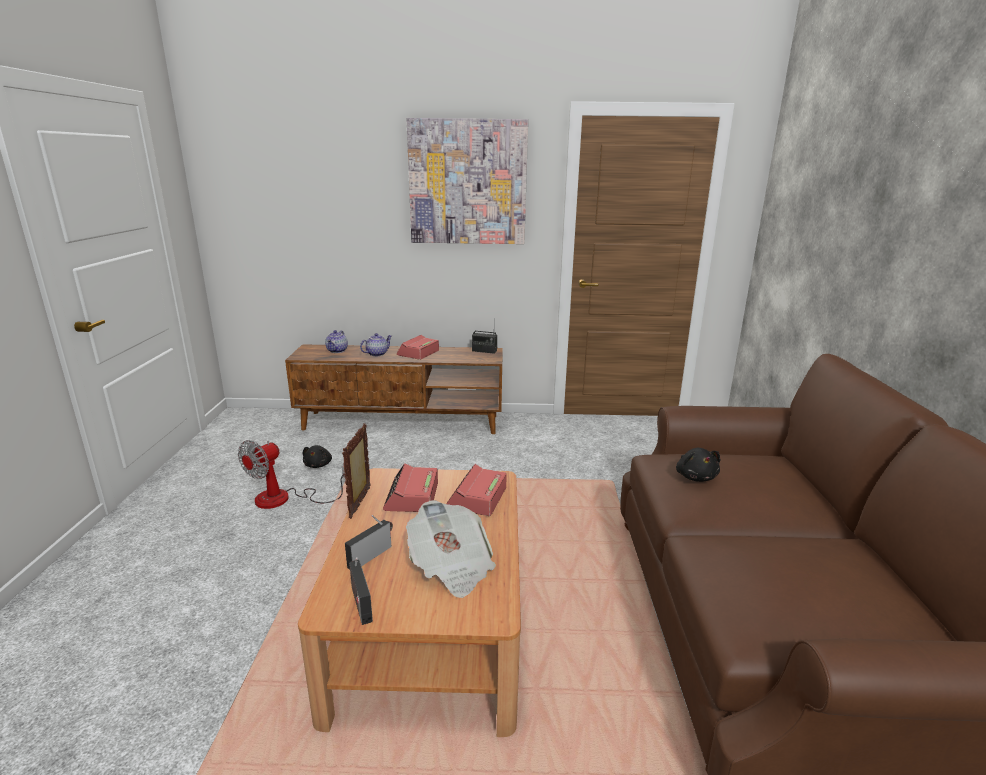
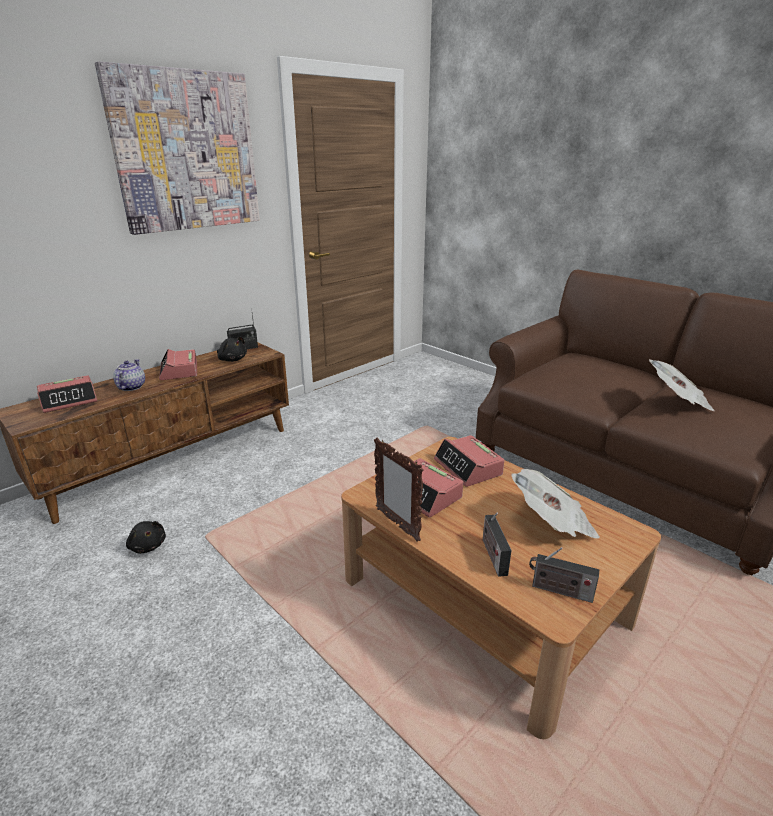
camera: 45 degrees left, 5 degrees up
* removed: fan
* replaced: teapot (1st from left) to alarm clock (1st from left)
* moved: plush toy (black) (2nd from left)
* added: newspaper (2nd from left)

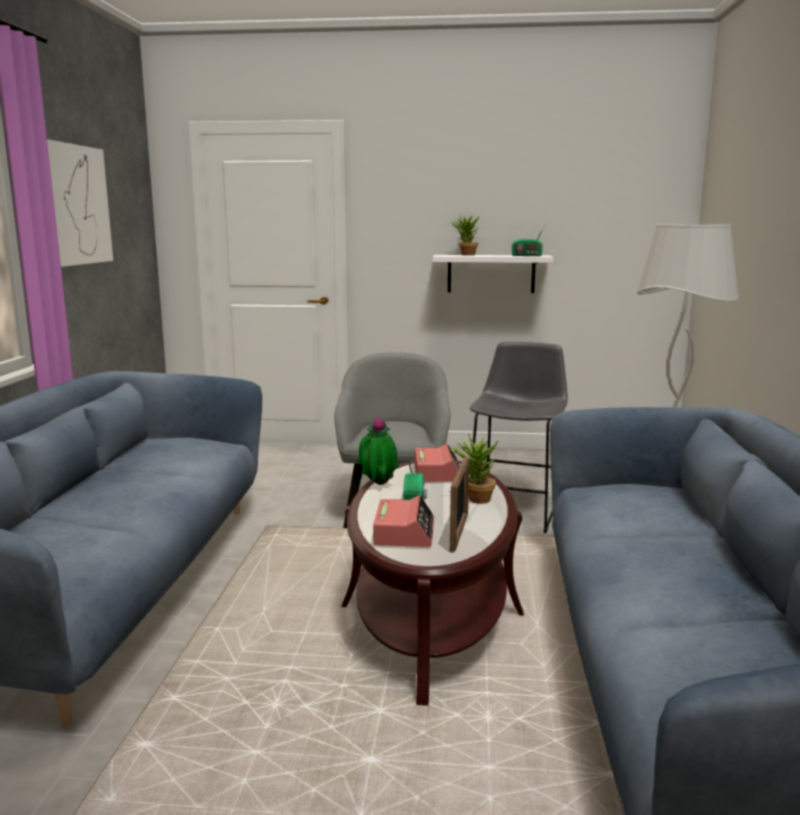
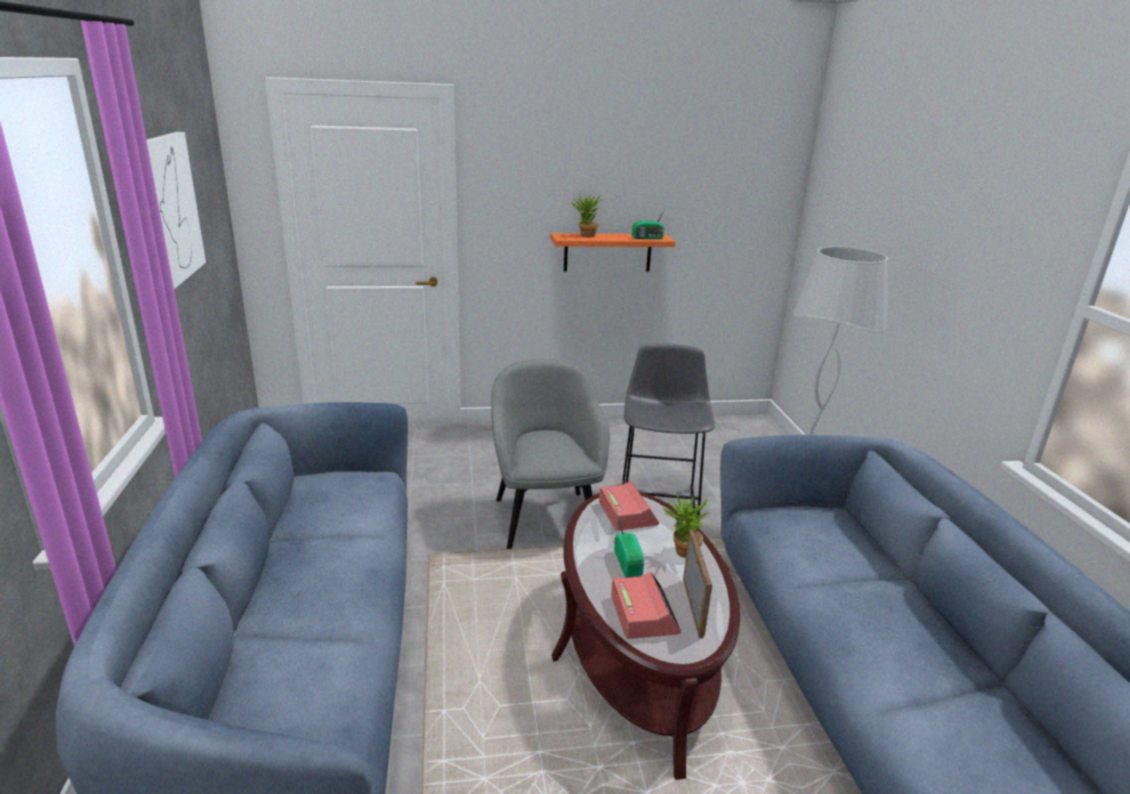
camera: 15 degrees left, 10 degrees up
* removed: potted plant (1st from left)
* recoloured: shelf (white) to shelf (orange)

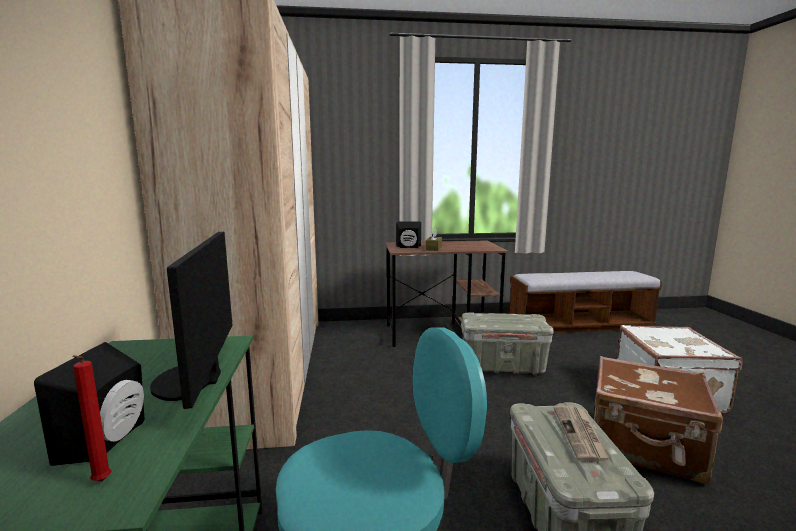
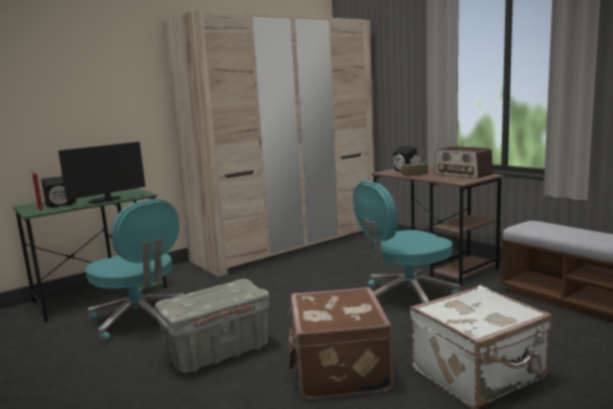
camera: 60 degrees right, 0 degrees up
* replaced: storage box (grey) (1st from left) to office chair (turquoise) (2nd from left)
* removed: newspaper
* added: radio

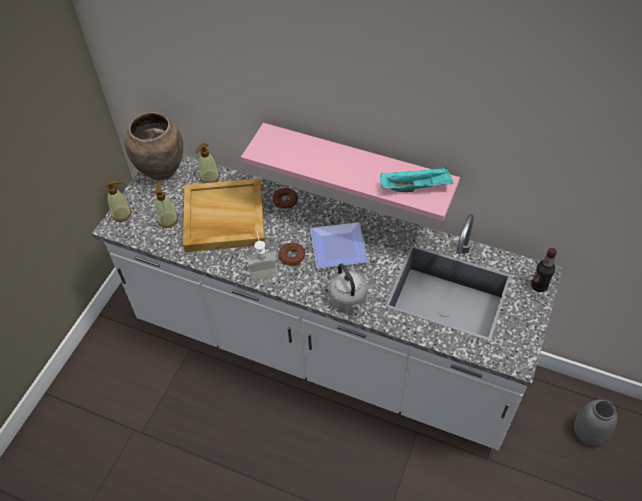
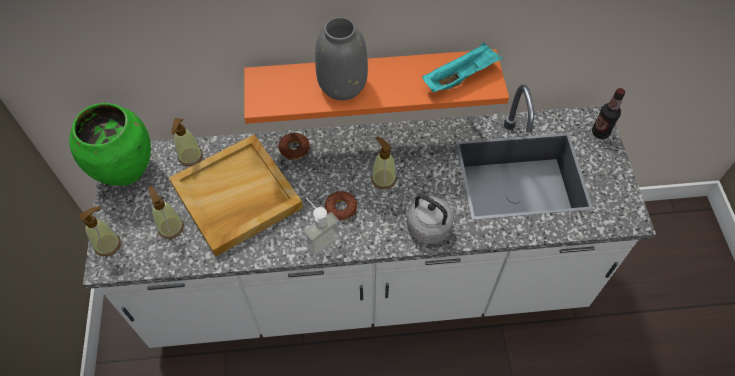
camera: 30 degrees left, 5 degrees up
* recoloured: vase (brown) to vase (green)
* recoloured: shelf (pink) to shelf (orange)
* replaced: plate to soap dispenser (5th from left)
* moved: vase (grey)

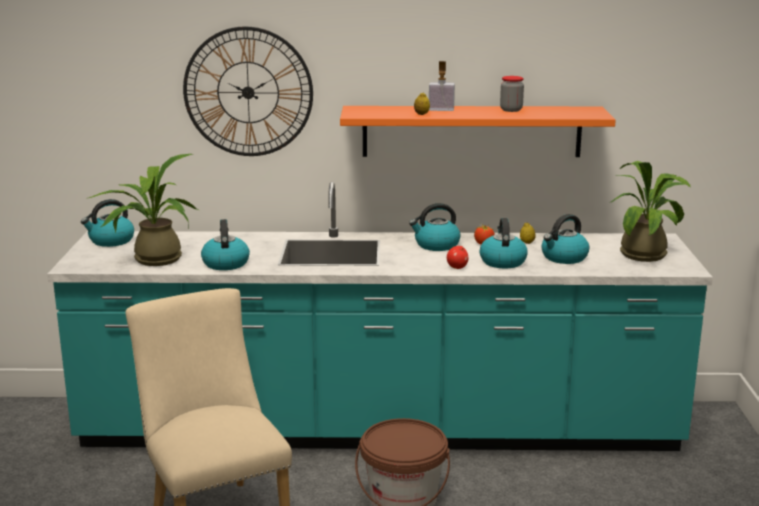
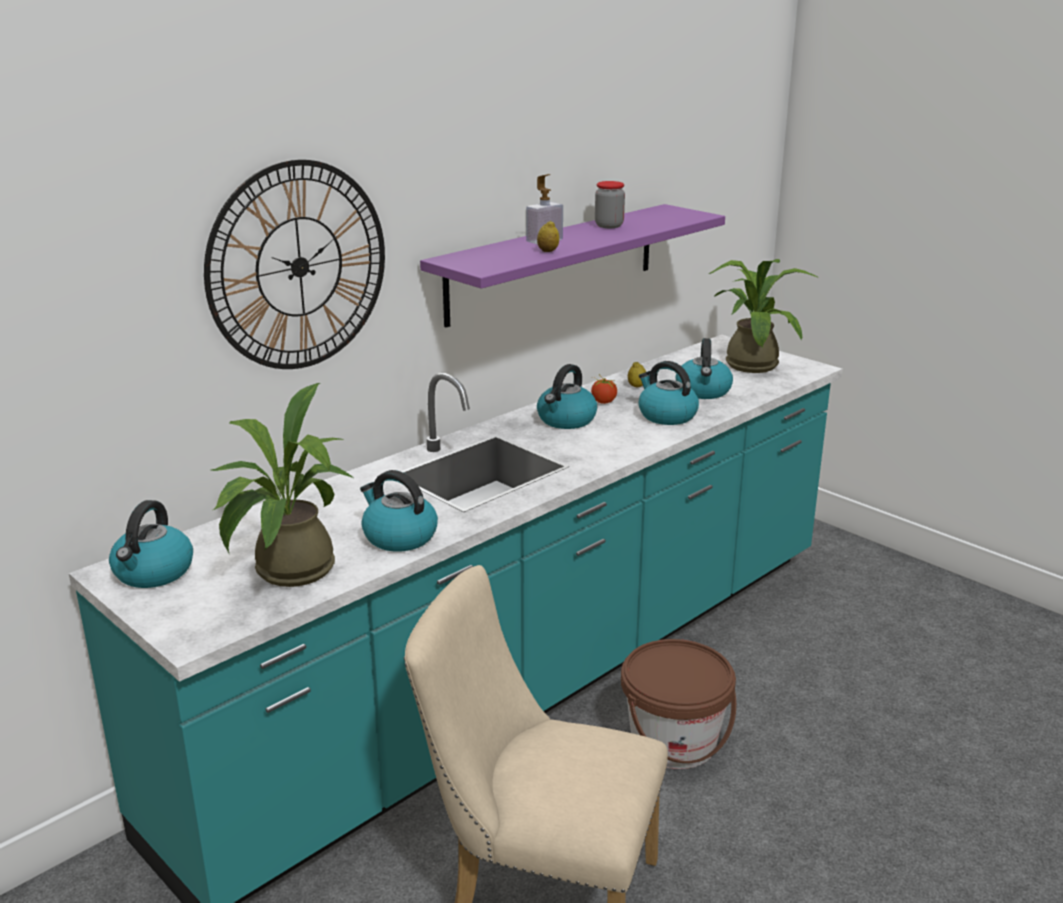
camera: 45 degrees left, 5 degrees up
* recoloured: shelf (orange) to shelf (purple)
* removed: apple

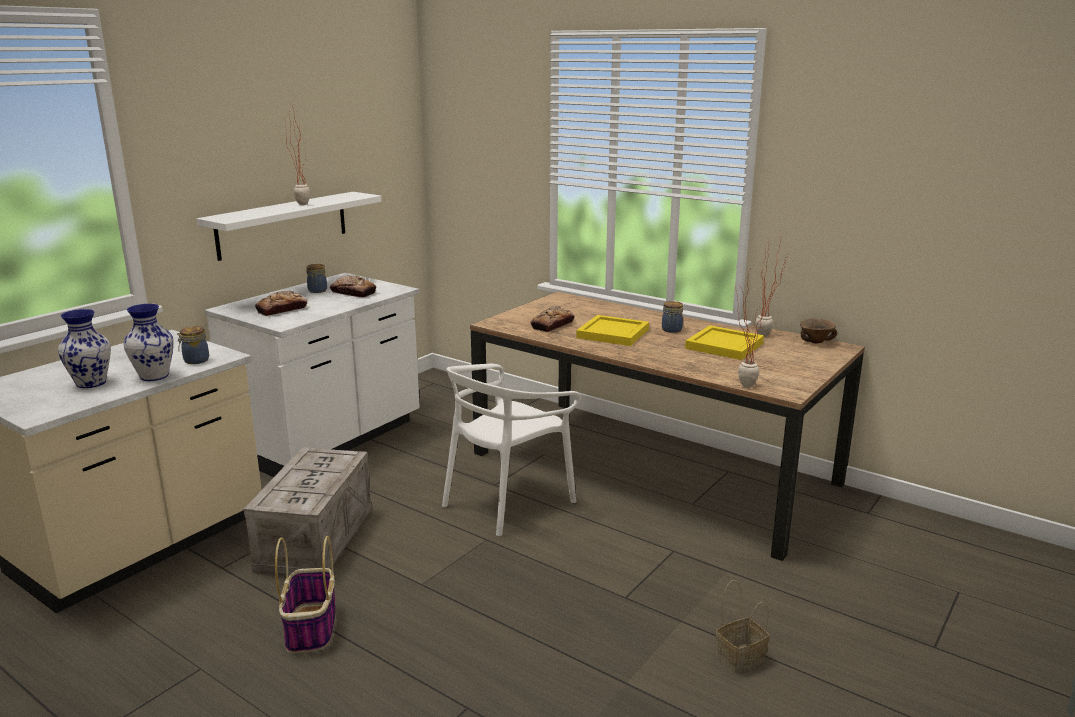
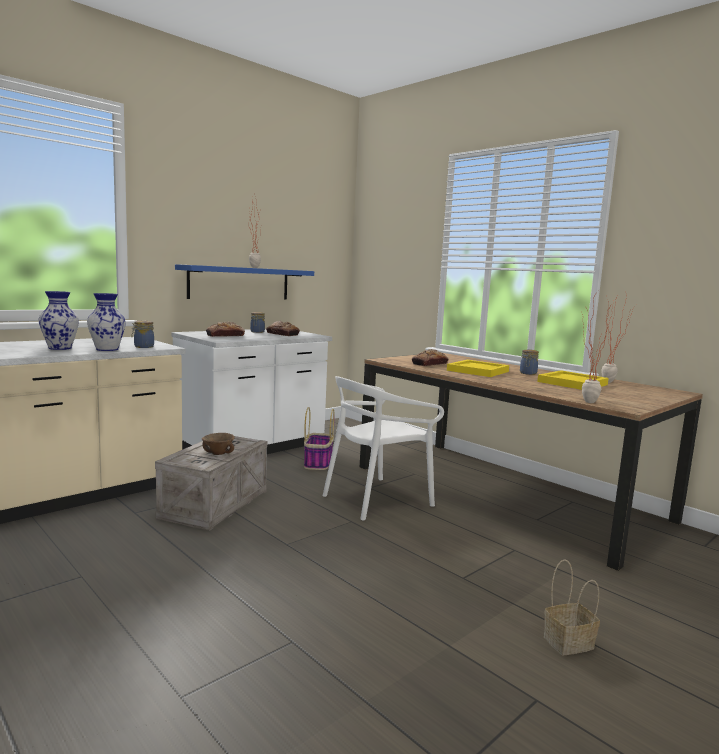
camera: 10 degrees right, 10 degrees down
* recoloured: shelf (white) to shelf (blue)
* moved: basket (1st from left)
* moved: bowl (brown)

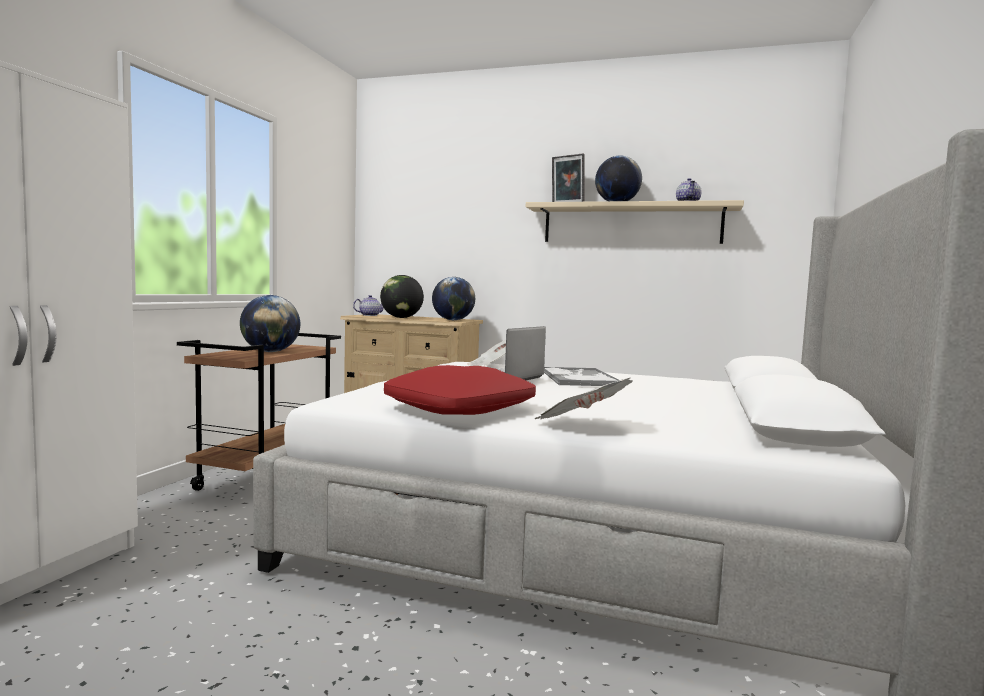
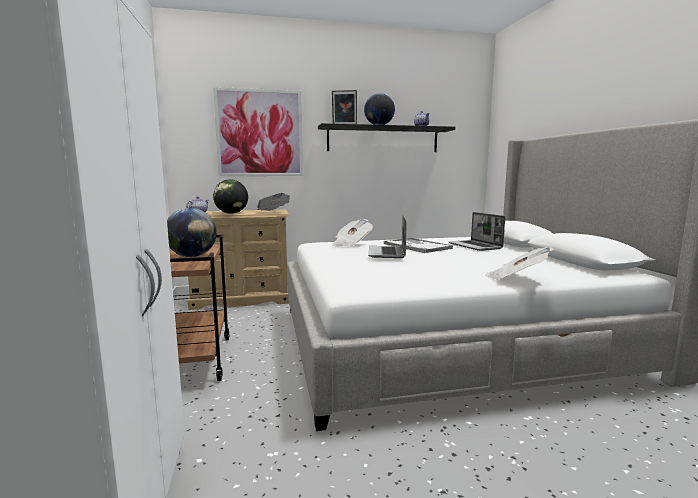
camera: 30 degrees left, 5 degrees up
* removed: pillow (red)
* replaced: globe (3rd from left) to newspaper (1st from left)
* recoloured: shelf (beige) to shelf (black)
* added: picture
* added: laptop (2nd from left)

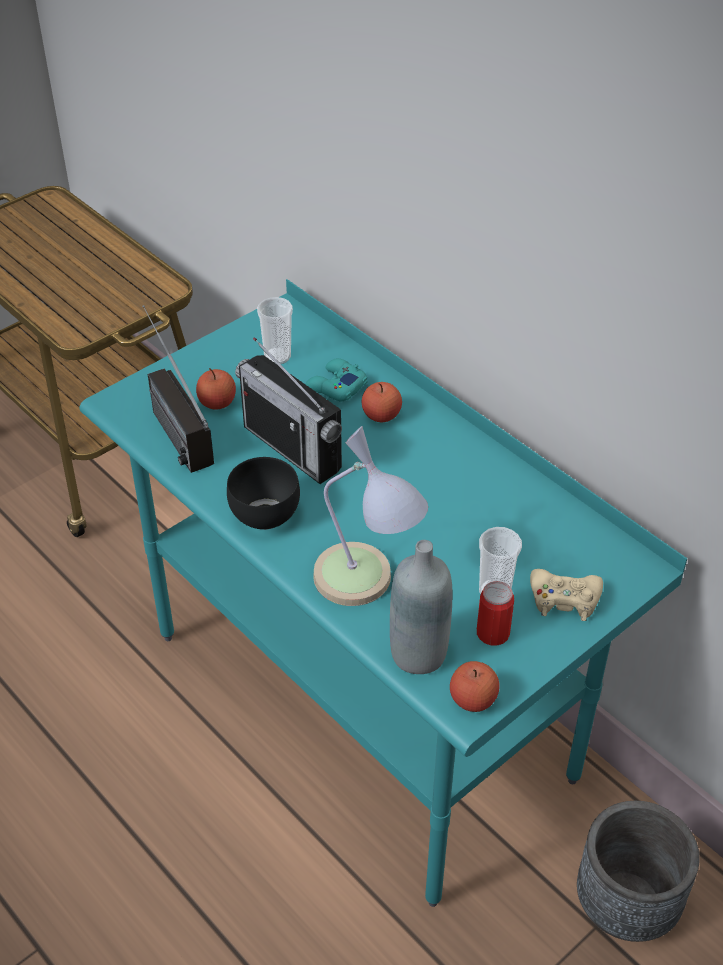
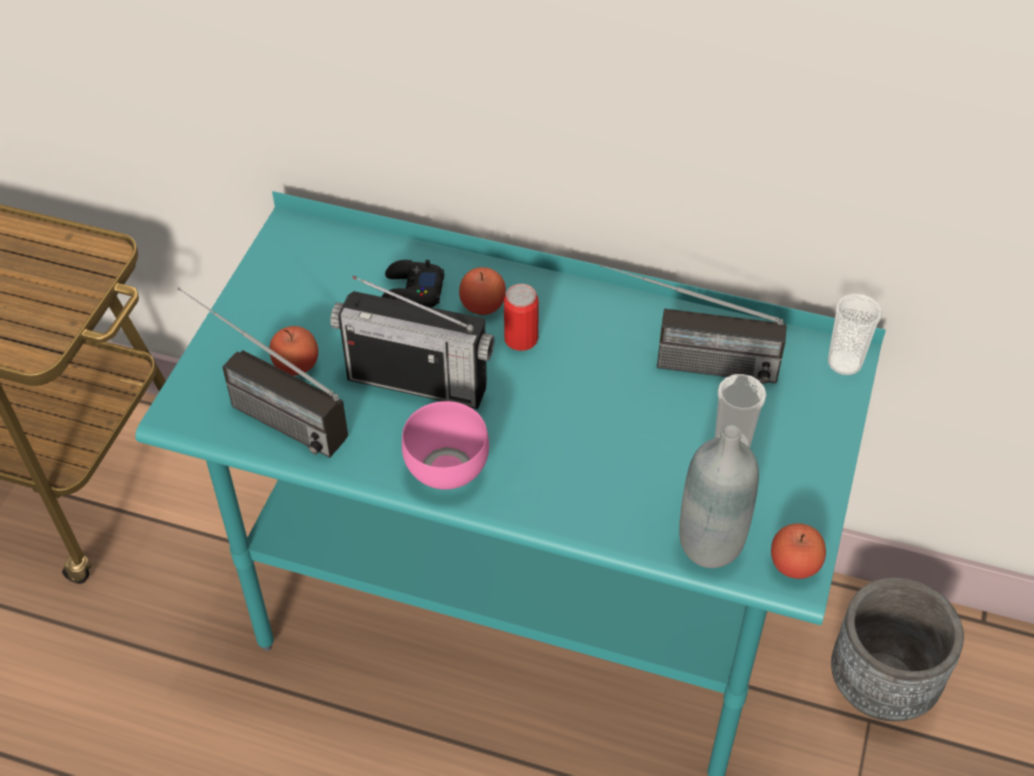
camera: 30 degrees left, 5 degrees up
* recoloured: bowl (black) to bowl (pink)
* moved: cup (1st from left in the first image) to cup (2nd from left)
* recoloured: game controller (turquoise) to game controller (black)
* removed: table lamp
* moved: can
* removed: game controller (beige)
* added: radio (3rd from left)

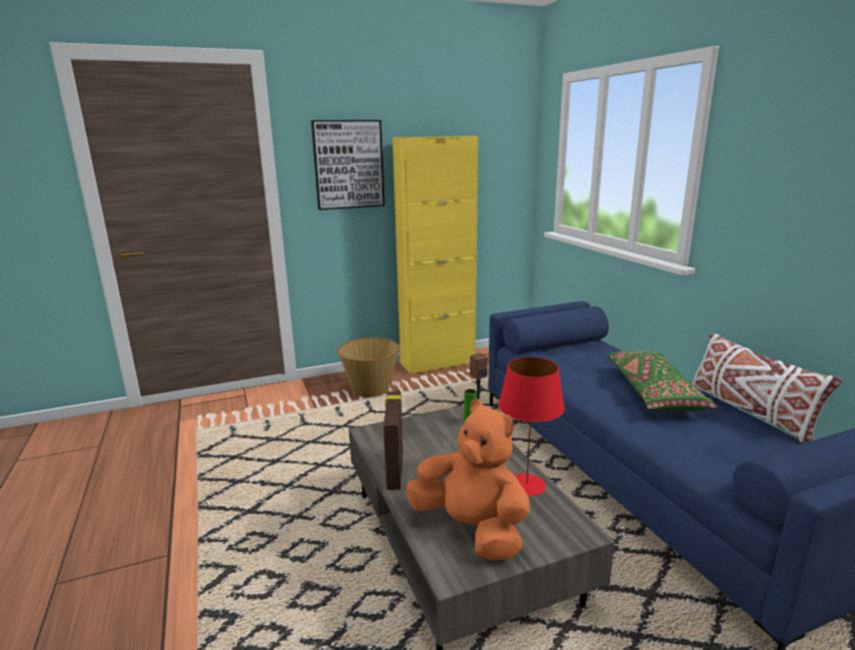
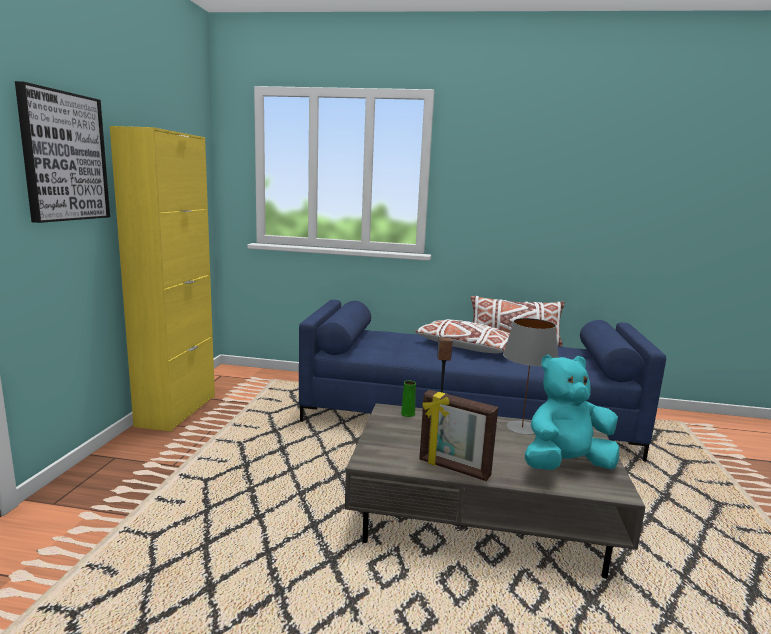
camera: 60 degrees left, 5 degrees down
* removed: basket
* recoloured: plush toy (orange) to plush toy (turquoise)
* recoloured: table lamp (red) to table lamp (grey)
* recoloured: pillow (green) to pillow (white) (1st from left)

